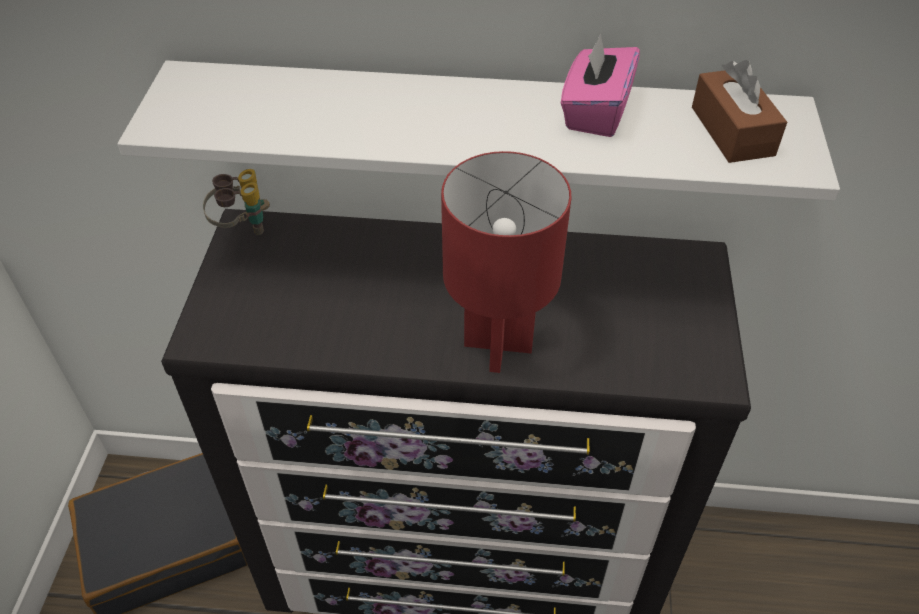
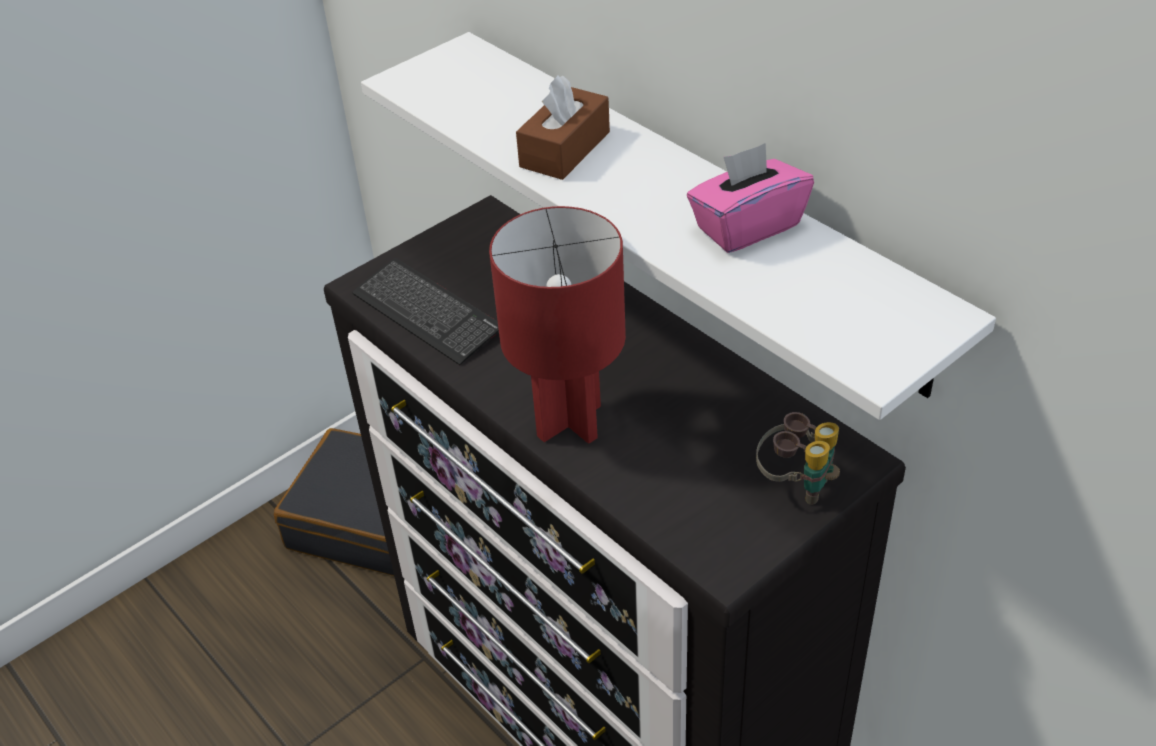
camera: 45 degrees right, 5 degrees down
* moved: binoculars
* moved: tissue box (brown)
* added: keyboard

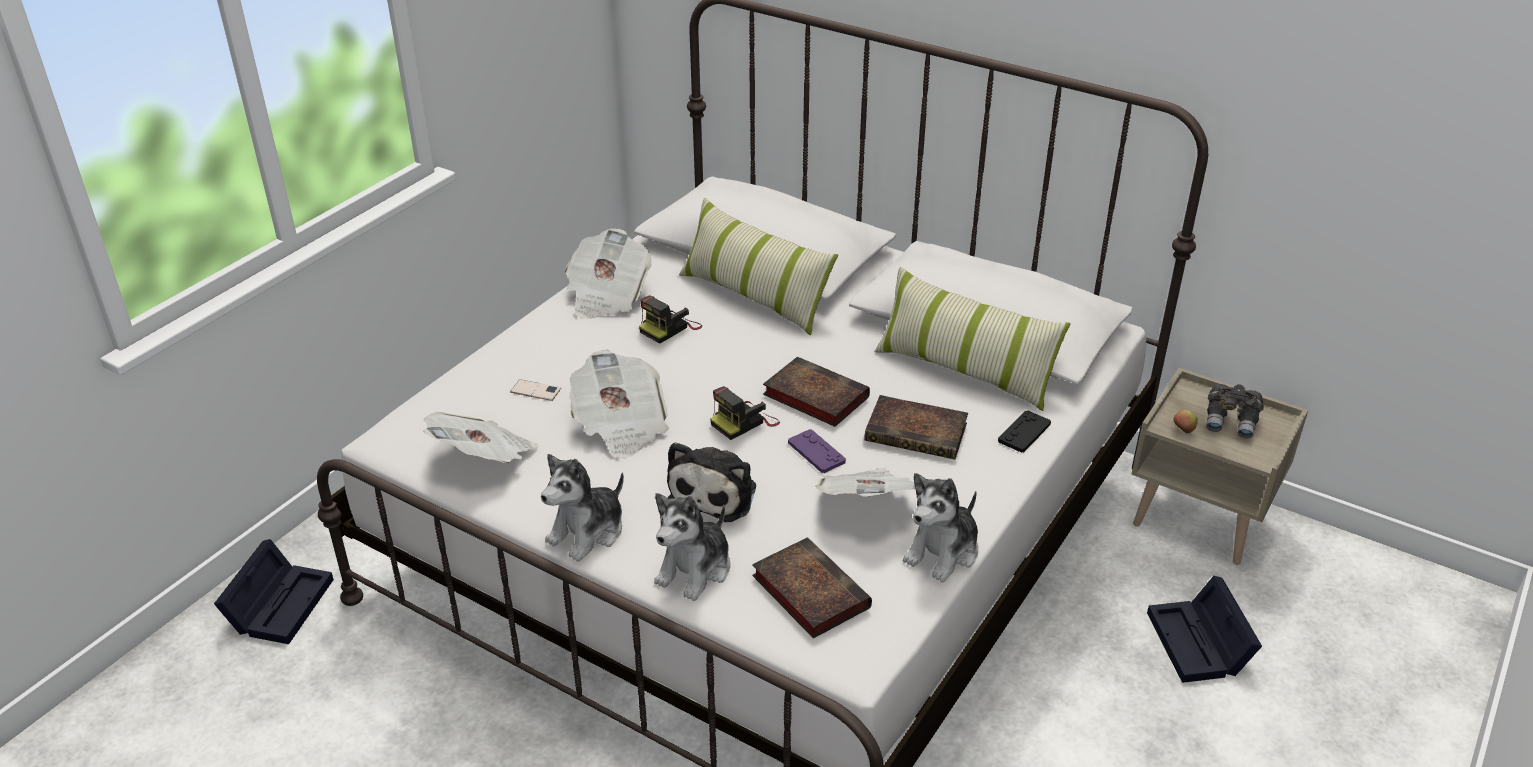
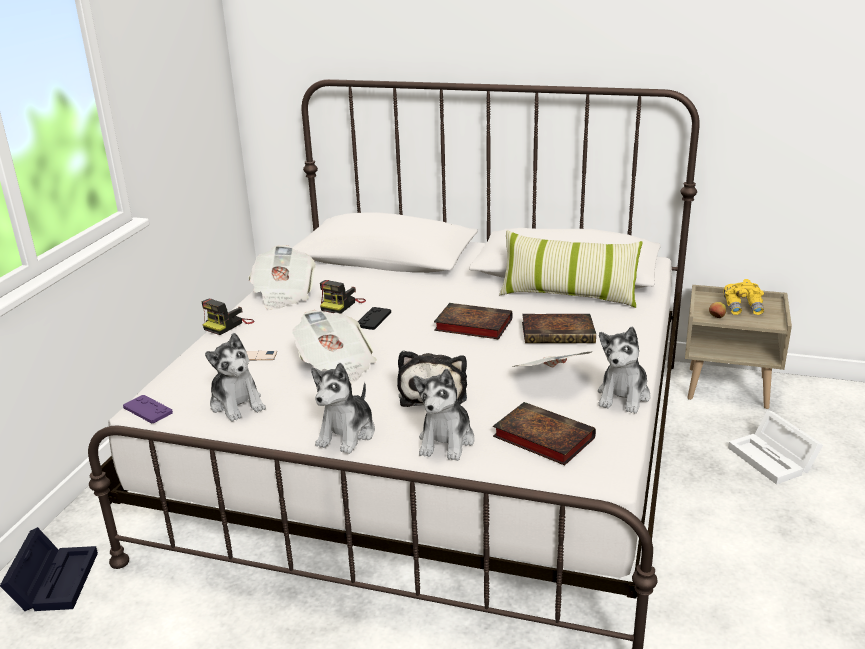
camera: 15 degrees left, 10 degrees down
* replaced: newspaper (1st from left) to plush toy (1st from left)
* removed: pillow (1st from left)
* moved: photo camera (2nd from left in the first image) to photo camera (1st from left)
* moved: game controller (purple)
* moved: game controller (black)
* recoloured: storage box (black) (2nd from left) to storage box (white)
* recoloured: binoculars (grey) to binoculars (yellow)

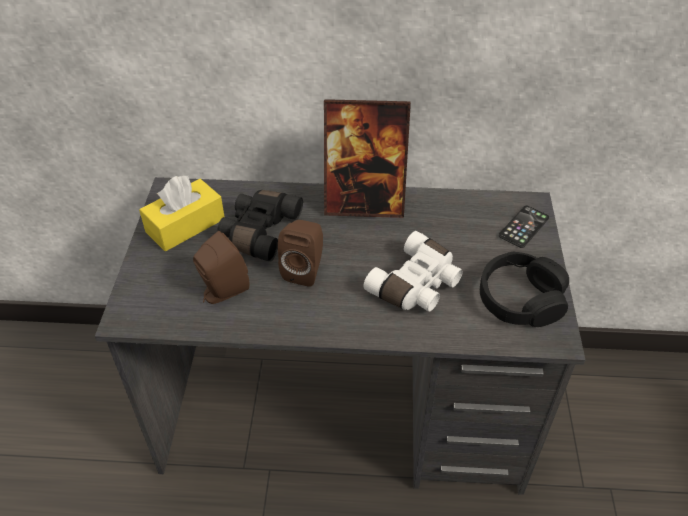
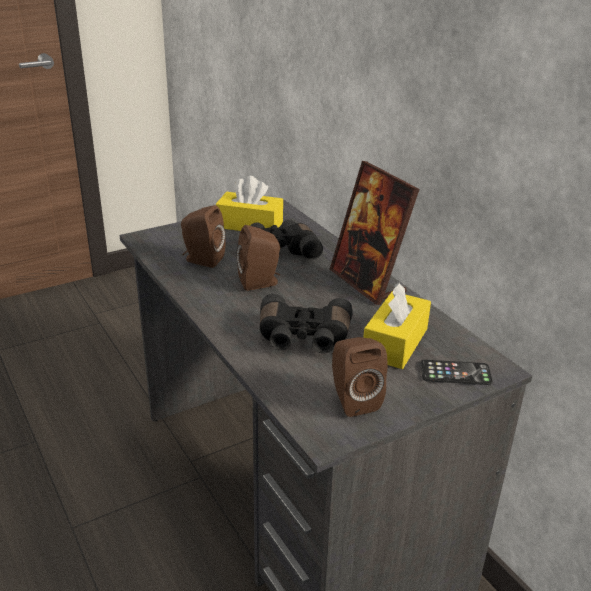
camera: 55 degrees right, 15 degrees down
* recoloured: binoculars (white) to binoculars (black) (2nd from left)
* replaced: headphones (black) to speaker (brown) (3rd from left)
* added: tissue box (yellow) (2nd from left)

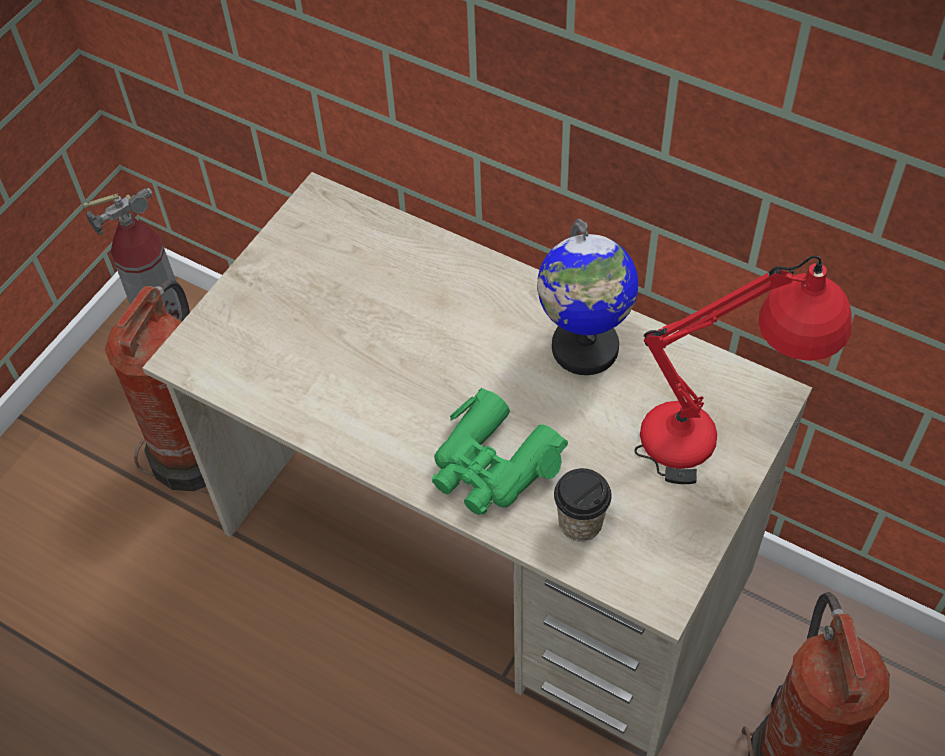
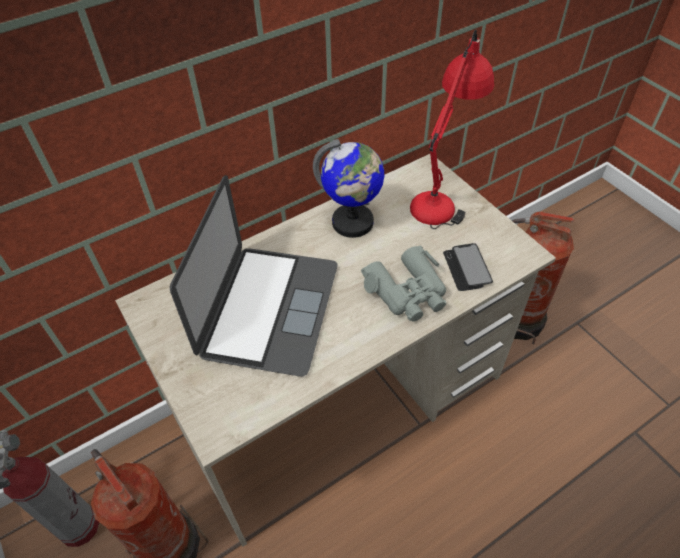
camera: 65 degrees left, 5 degrees down
* recoloured: binoculars (green) to binoculars (grey)
* replaced: cup to phone
* added: laptop

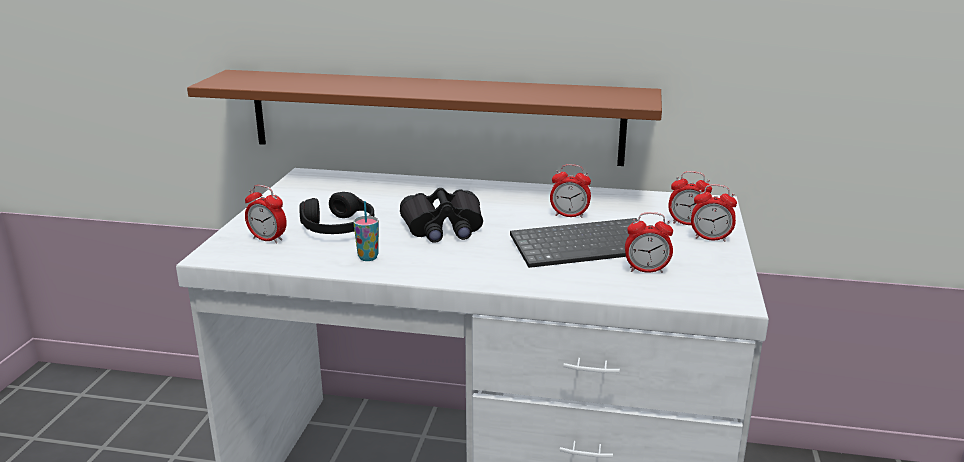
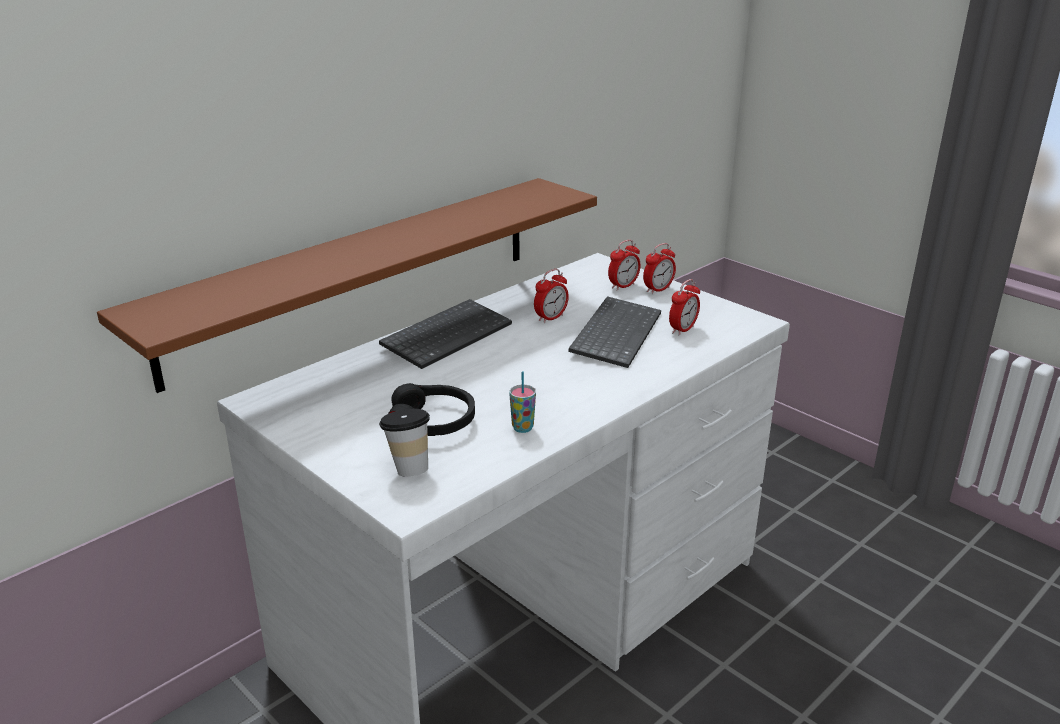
camera: 55 degrees left, 5 degrees up
* replaced: alarm clock (1st from left) to cup (1st from left)
* removed: binoculars (black)
* added: keyboard (1st from left)

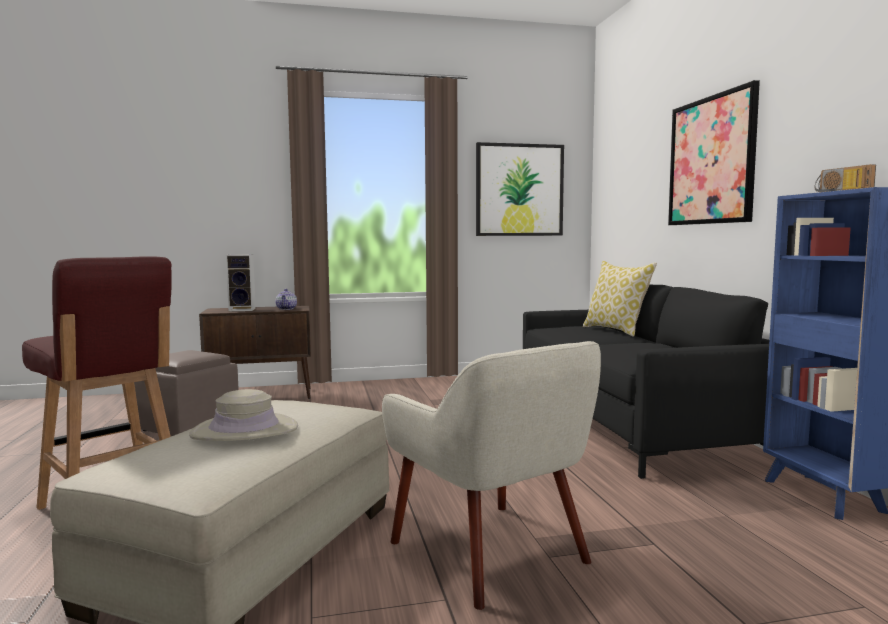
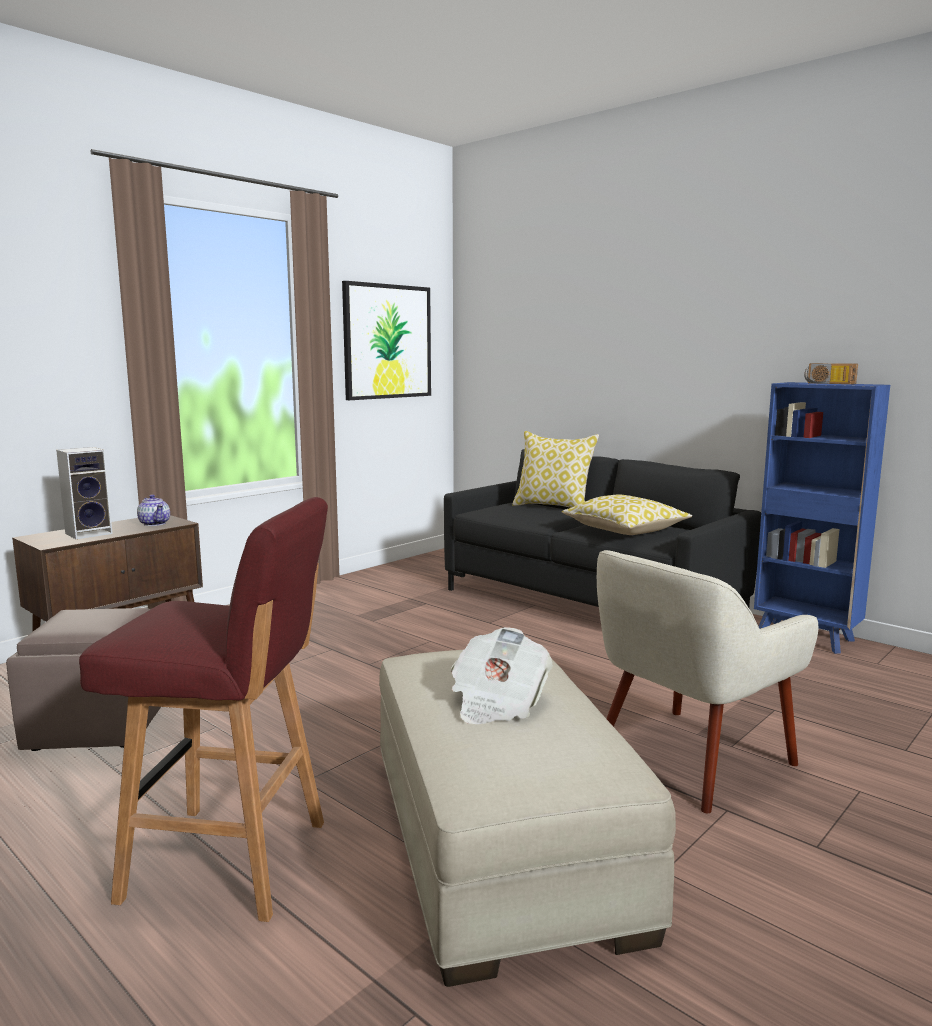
camera: 35 degrees left, 5 degrees up
* replaced: hat (beige) to newspaper
* turned: armchair (beige) 120 degrees clockwise
* removed: picture (2nd from left)
* added: pillow (2nd from left)

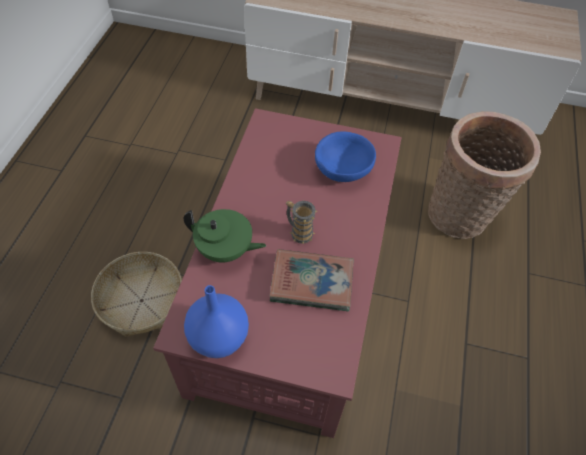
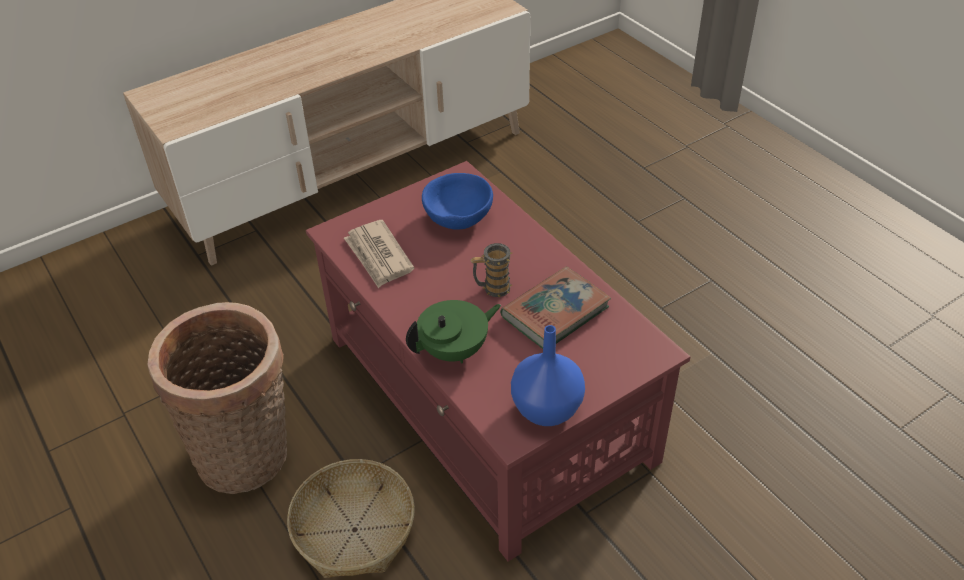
camera: 45 degrees left, 10 degrees down
* moved: basket (2nd from left in the first image) to basket (1st from left)
* added: newspaper

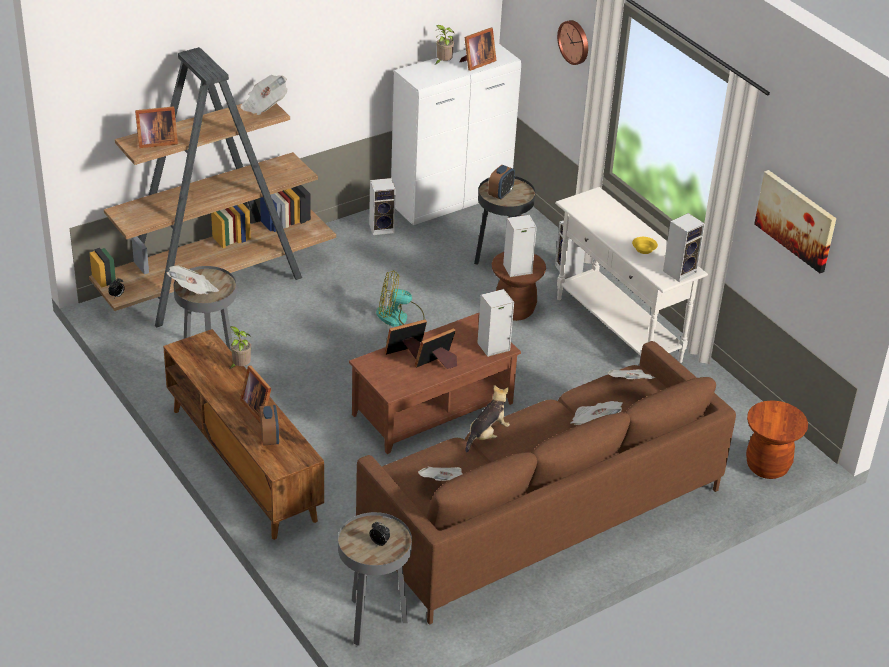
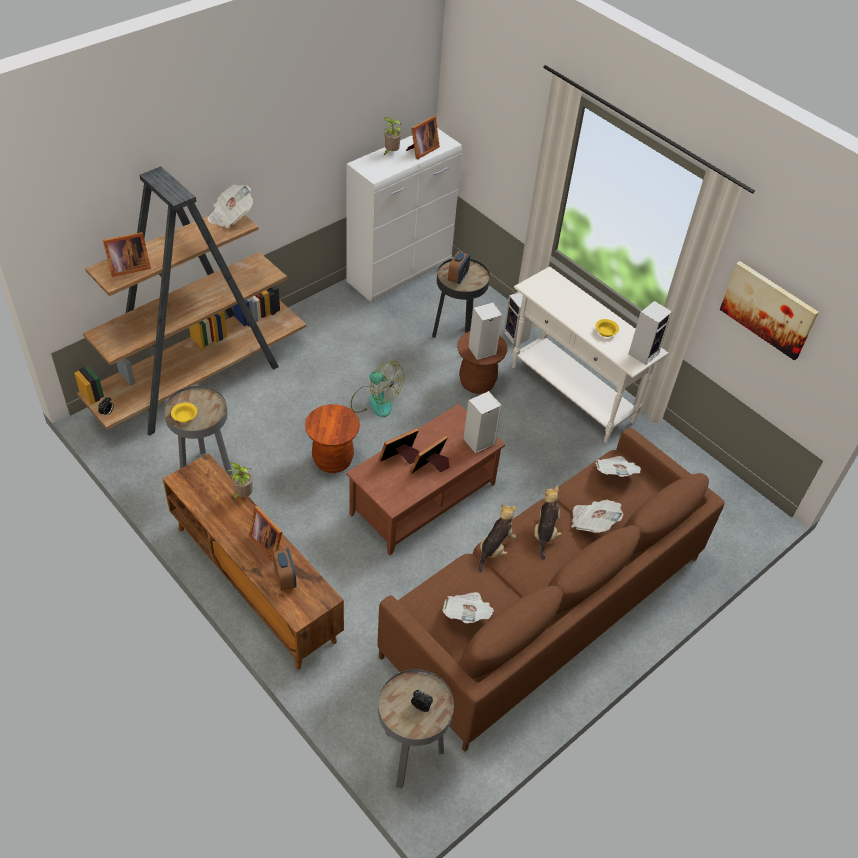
camera: 10 degrees left, 10 degrees up
* replaced: newspaper (1st from left) to bowl (yellow) (1st from left)
* removed: speaker (1st from left)
* turned: fan 135 degrees counterclockwise
* removed: wall clock
* moved: stool (brown) (2nd from left in the first image) to stool (brown) (1st from left)
* added: plush toy (2nd from left)

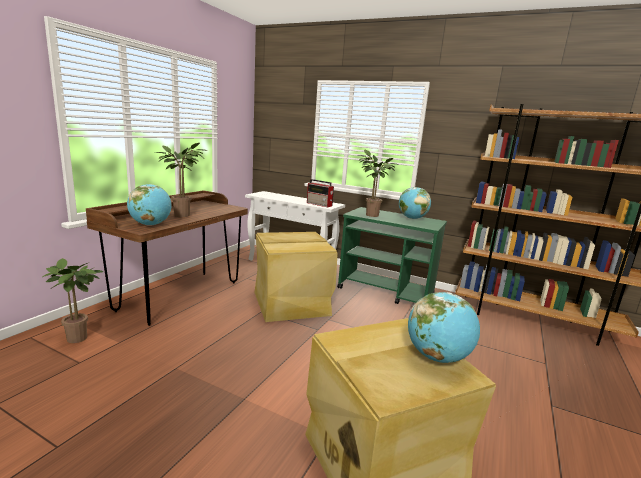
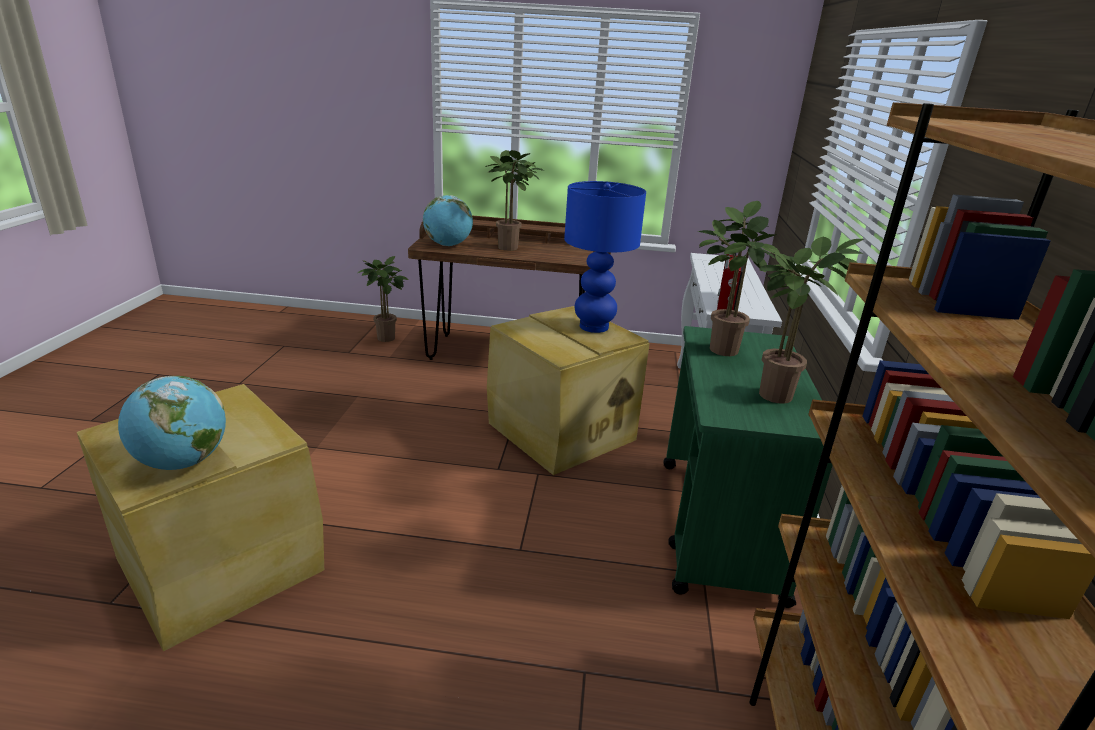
camera: 70 degrees right, 10 degrees up
* replaced: globe (2nd from left) to potted plant (4th from left)
* added: table lamp (blue)

